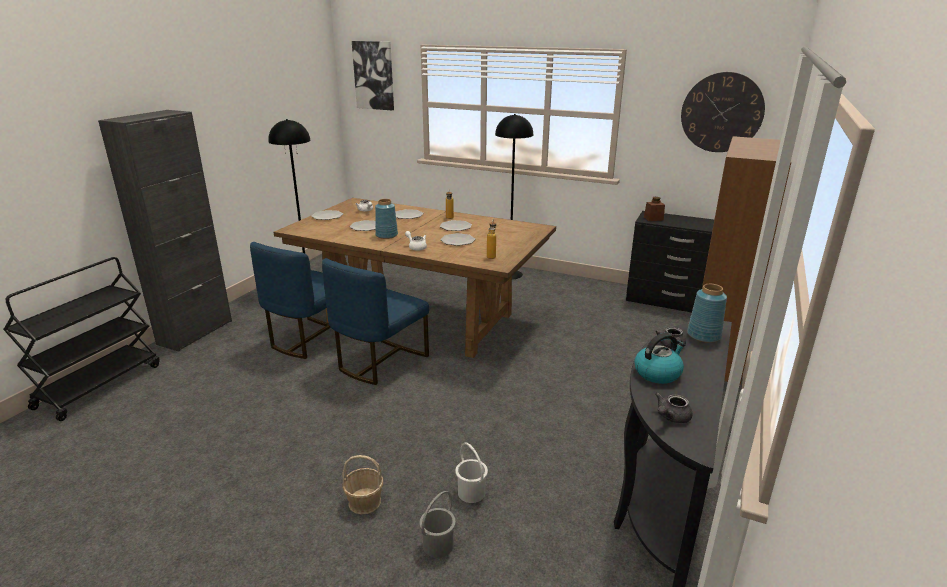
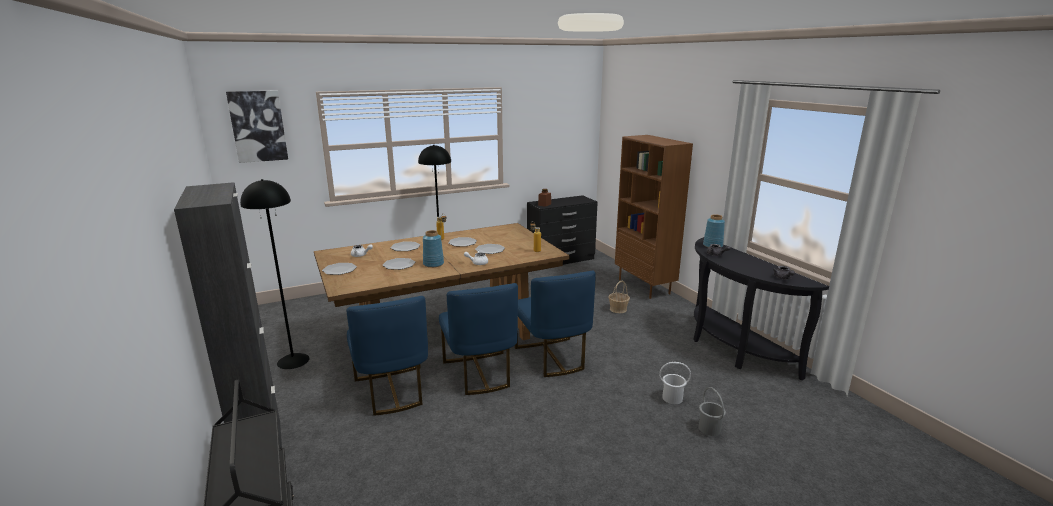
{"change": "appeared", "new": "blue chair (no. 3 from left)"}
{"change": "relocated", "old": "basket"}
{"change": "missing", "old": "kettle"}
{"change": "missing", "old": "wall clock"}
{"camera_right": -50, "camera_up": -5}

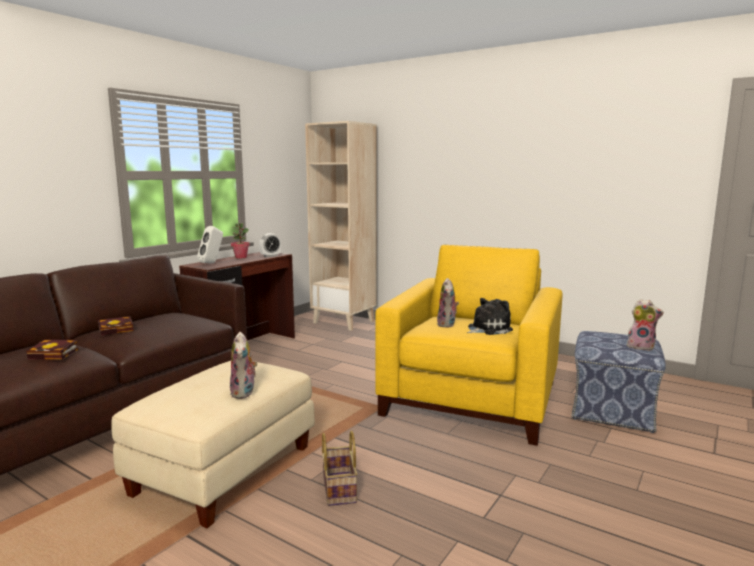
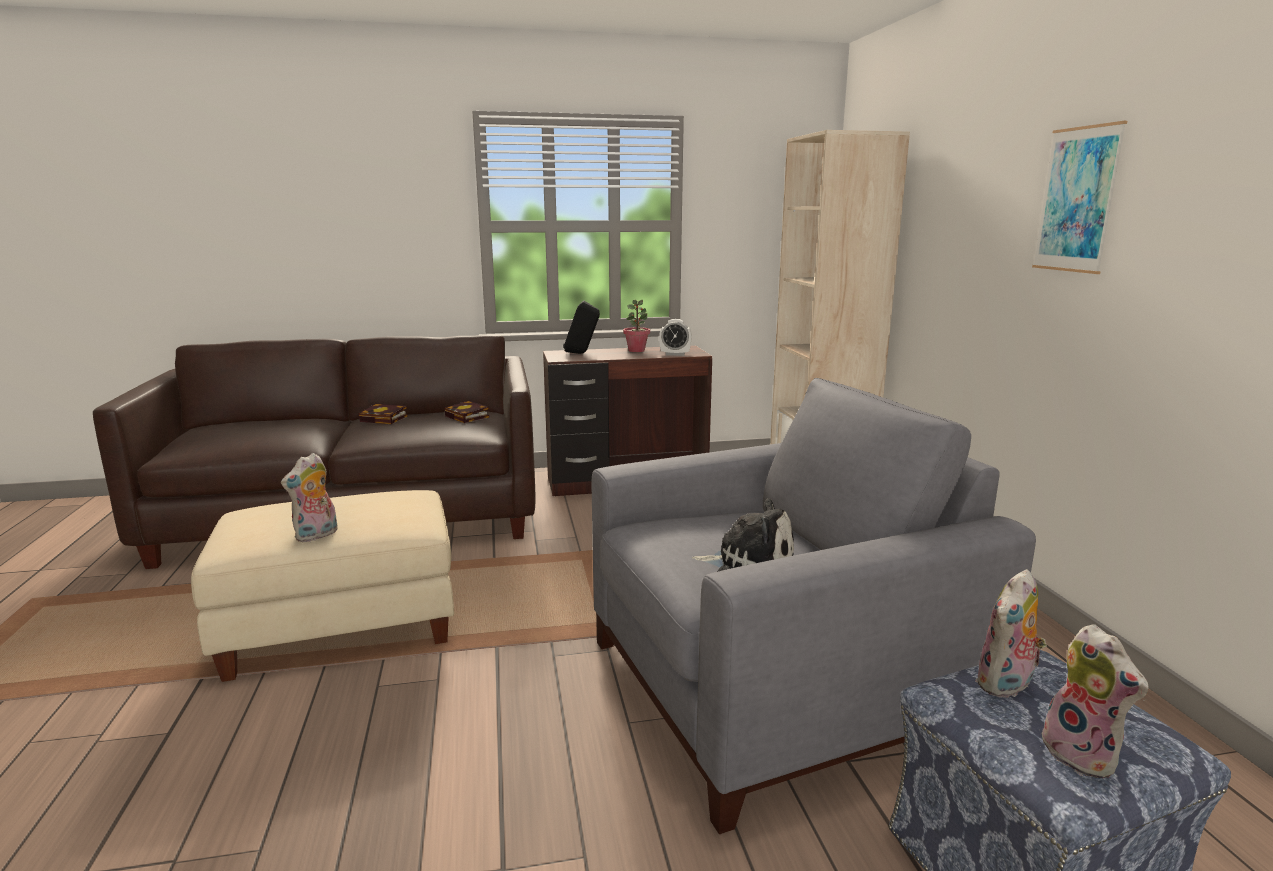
{"change": "relocated", "old": "book (no. 1 from left in the first image)", "new": "book (no. 2 from left)"}
{"change": "colour", "old": "white speaker", "new": "black speaker"}
{"change": "colour", "old": "yellow armchair", "new": "grey armchair"}
{"change": "relocated", "old": "plush toy (no. 2 from left in the first image)", "new": "plush toy (no. 3 from left)"}
{"change": "appeared", "new": "picture"}
{"change": "missing", "old": "basket"}
{"camera_right": 45, "camera_up": 5}

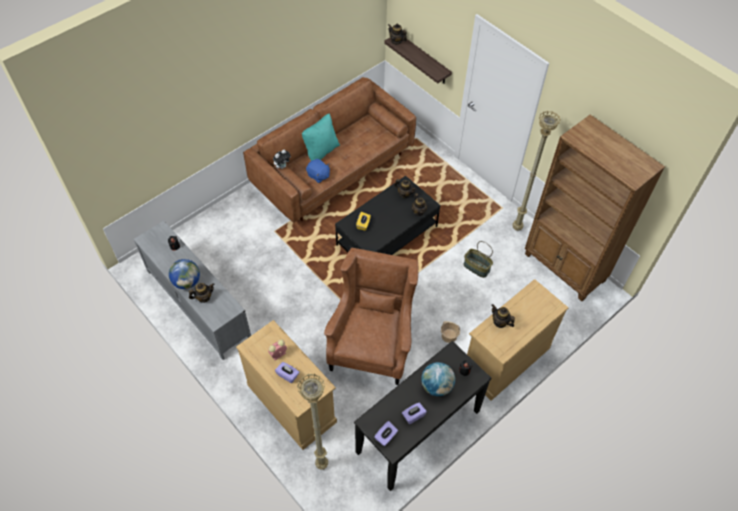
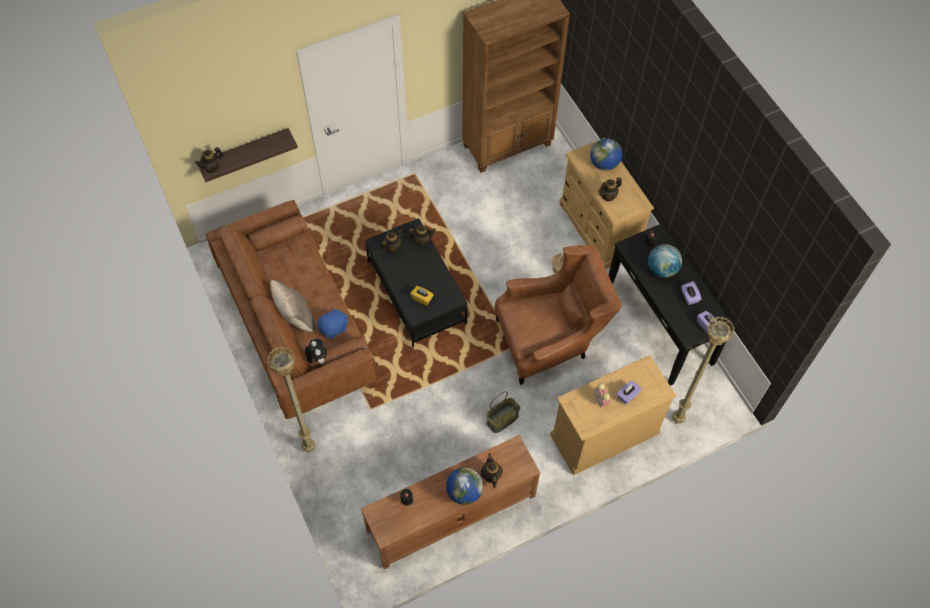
{"change": "relocated", "old": "beige floor lamp (no. 2 from left in the first image)", "new": "beige floor lamp (no. 1 from left)"}
{"change": "colour", "old": "turquoise pillow", "new": "beige pillow"}
{"change": "colour", "old": "grey tv stand", "new": "brown tv stand"}
{"change": "relocated", "old": "basket (no. 2 from left in the first image)", "new": "basket (no. 1 from left)"}
{"change": "spun", "old": "brown armchair", "degrees": 135}
{"change": "appeared", "new": "globe (no. 2 from left)"}
{"camera_right": -75, "camera_up": 5}

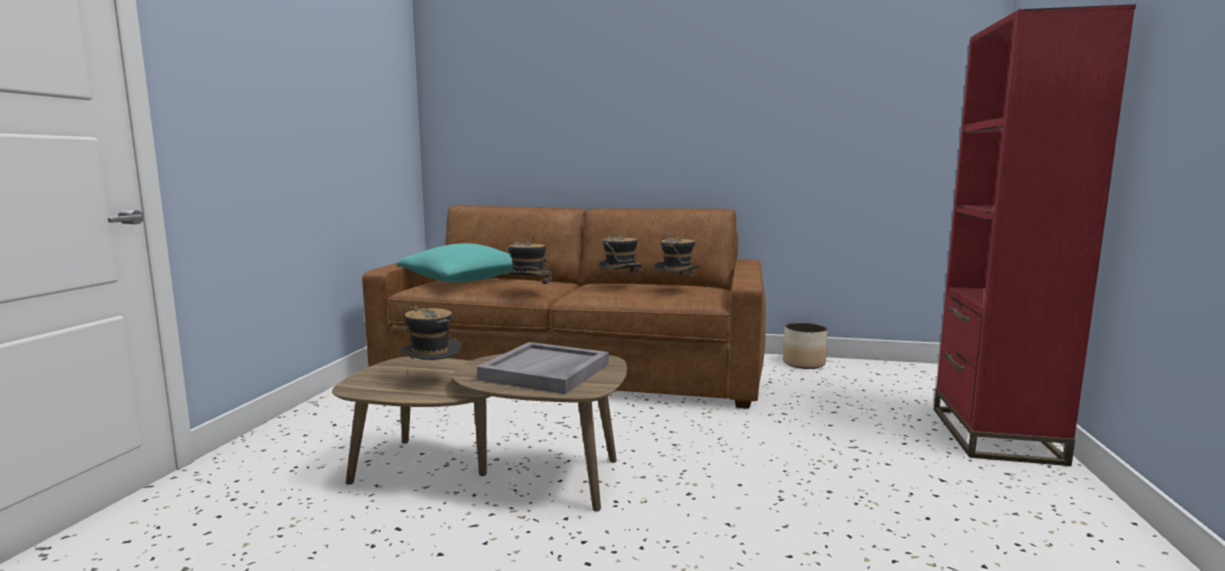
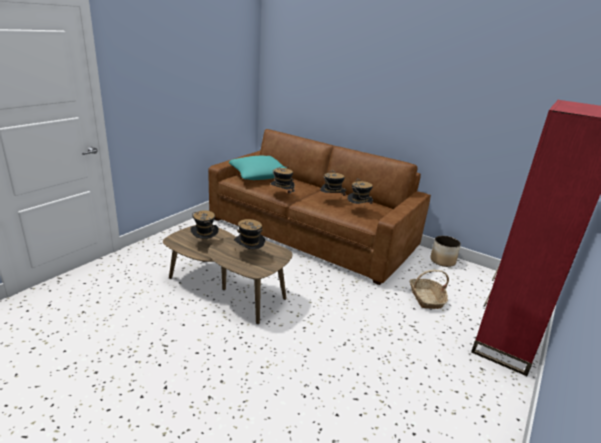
{"change": "exchanged", "old": "grey tray", "new": "hat (no. 2 from left)"}
{"change": "appeared", "new": "basket"}
{"camera_right": 20, "camera_up": 15}

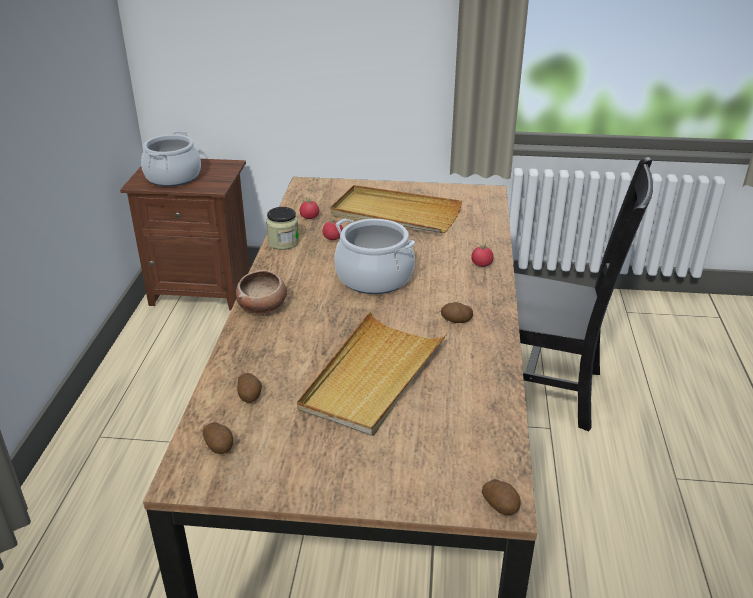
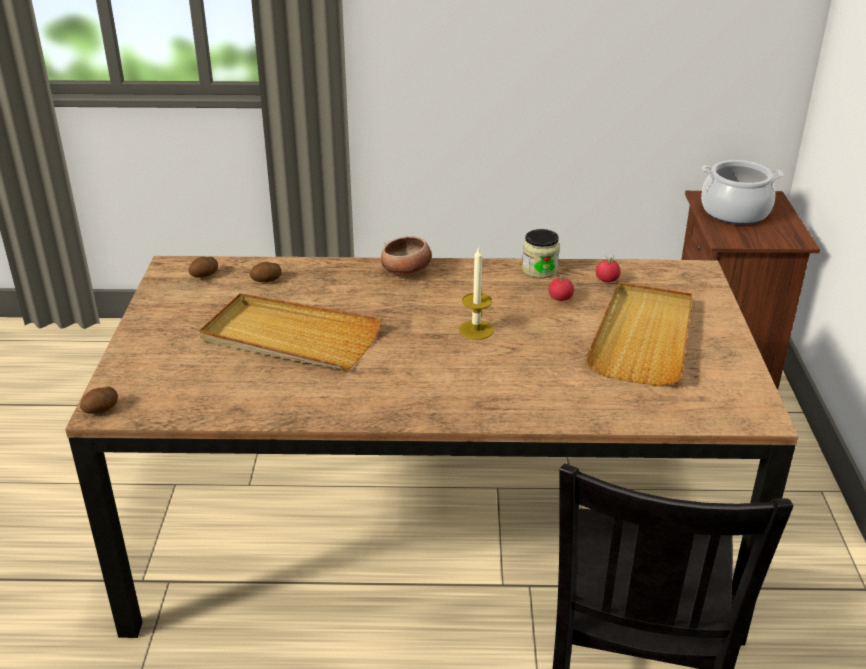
{"change": "exchanged", "old": "cooking pot (no. 2 from left)", "new": "candle"}
{"change": "missing", "old": "potato (no. 3 from left)"}
{"change": "missing", "old": "tomato (no. 3 from left)"}
{"camera_right": 85, "camera_up": 0}

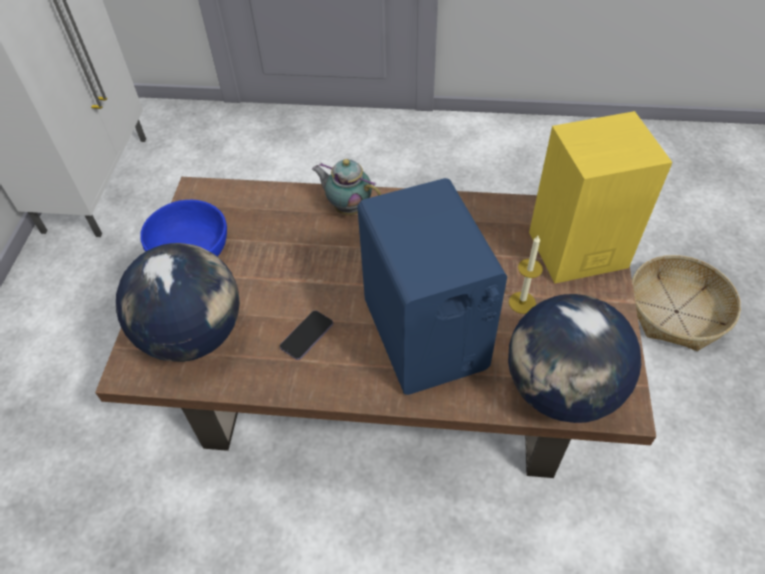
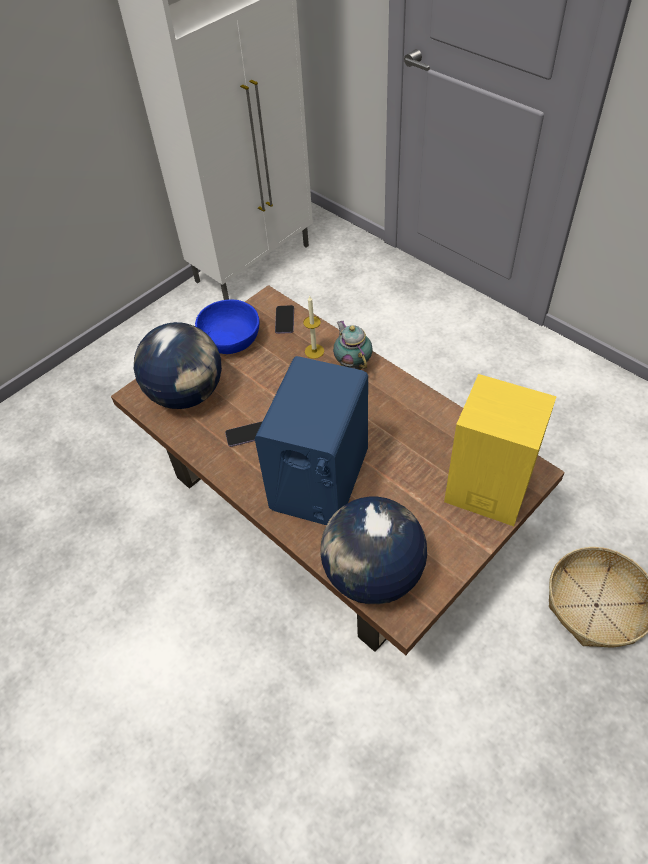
{"change": "appeared", "new": "phone (no. 2 from left)"}
{"change": "relocated", "old": "candle"}
{"camera_right": 40, "camera_up": 0}

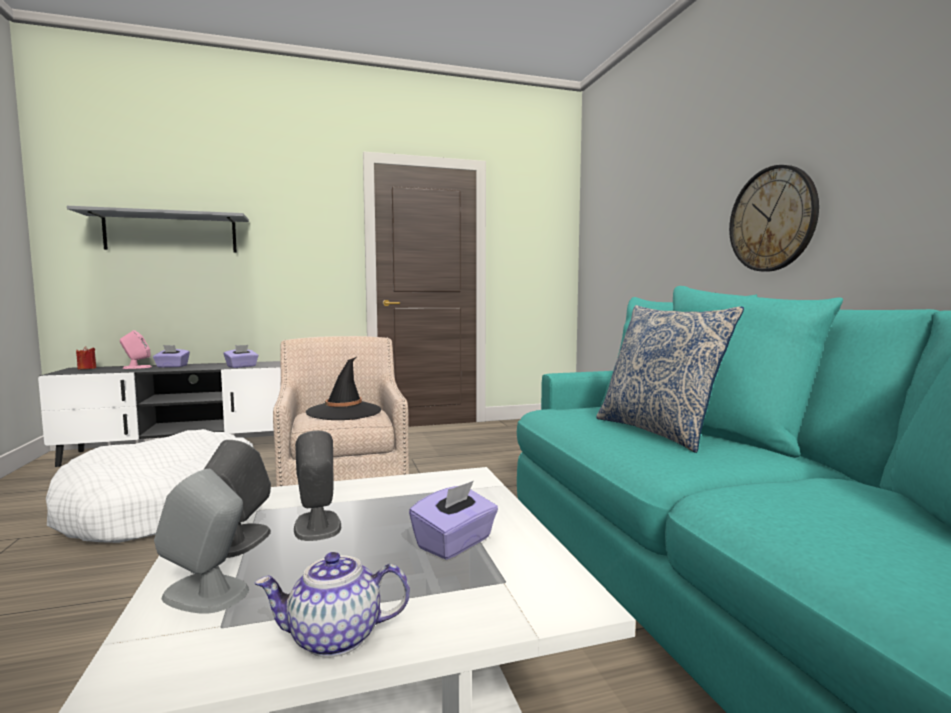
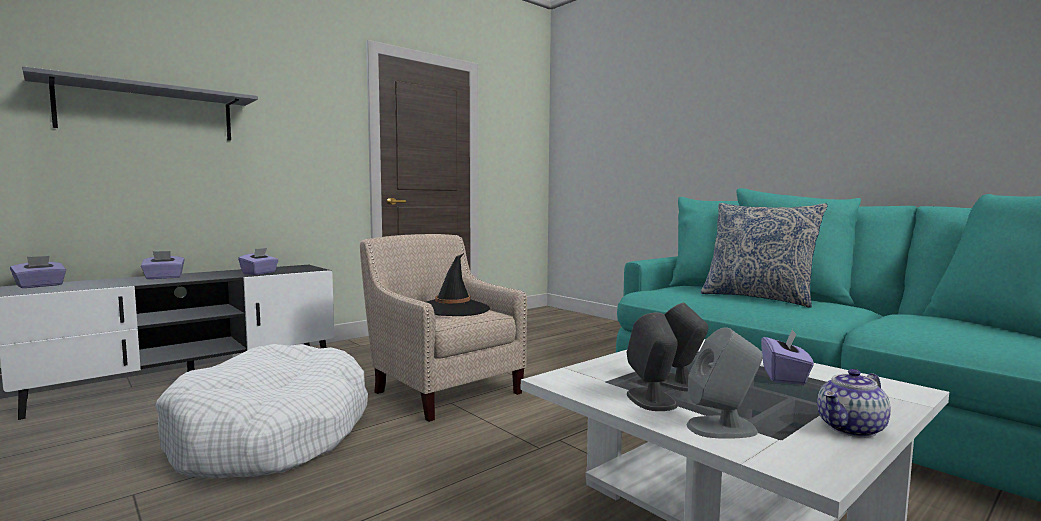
{"change": "exchanged", "old": "red candle", "new": "purple tissue box (no. 1 from left)"}
{"change": "missing", "old": "pink speaker"}
{"change": "missing", "old": "wall clock"}
{"camera_right": -25, "camera_up": 0}

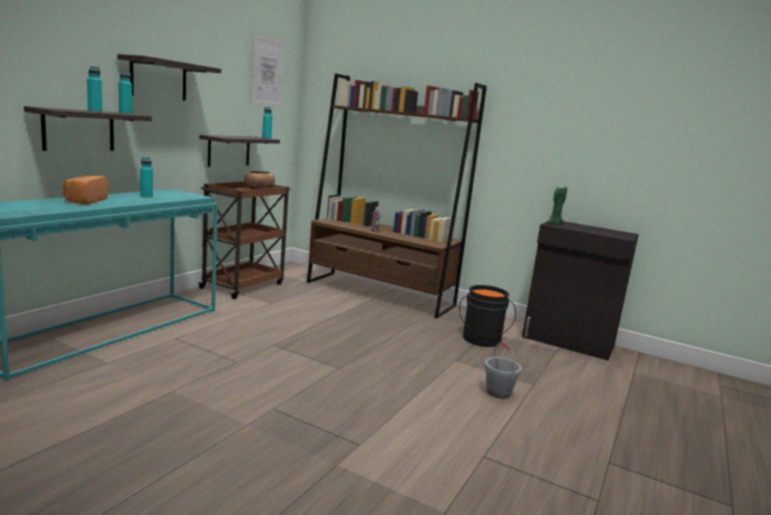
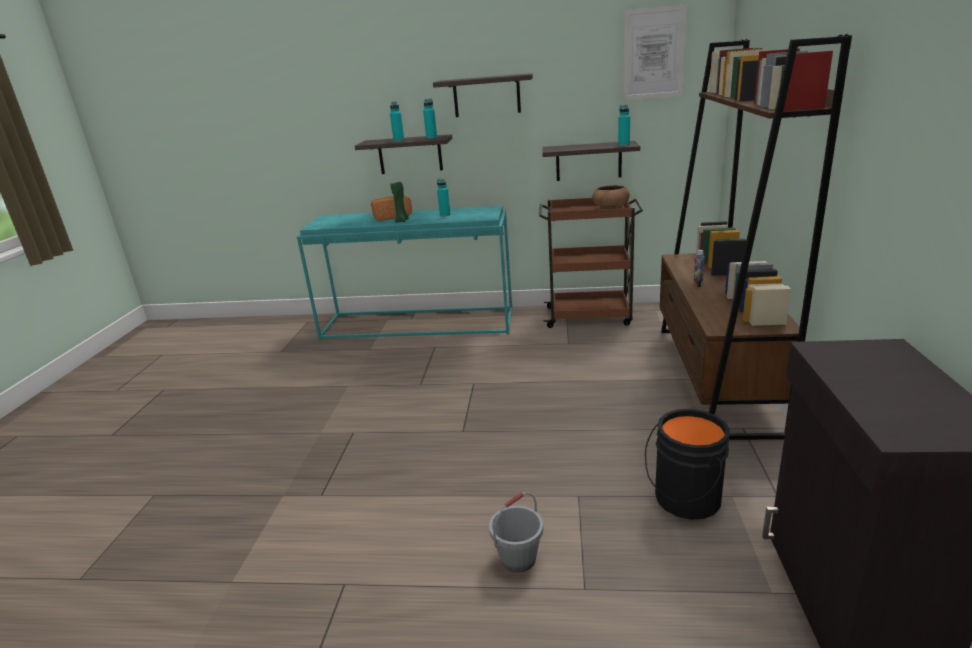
{"change": "relocated", "old": "green candle"}
{"camera_right": 70, "camera_up": 10}

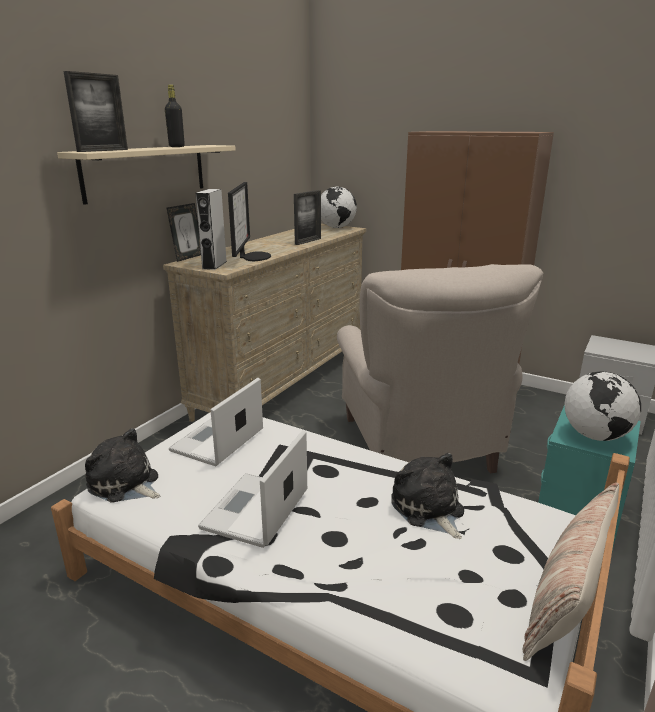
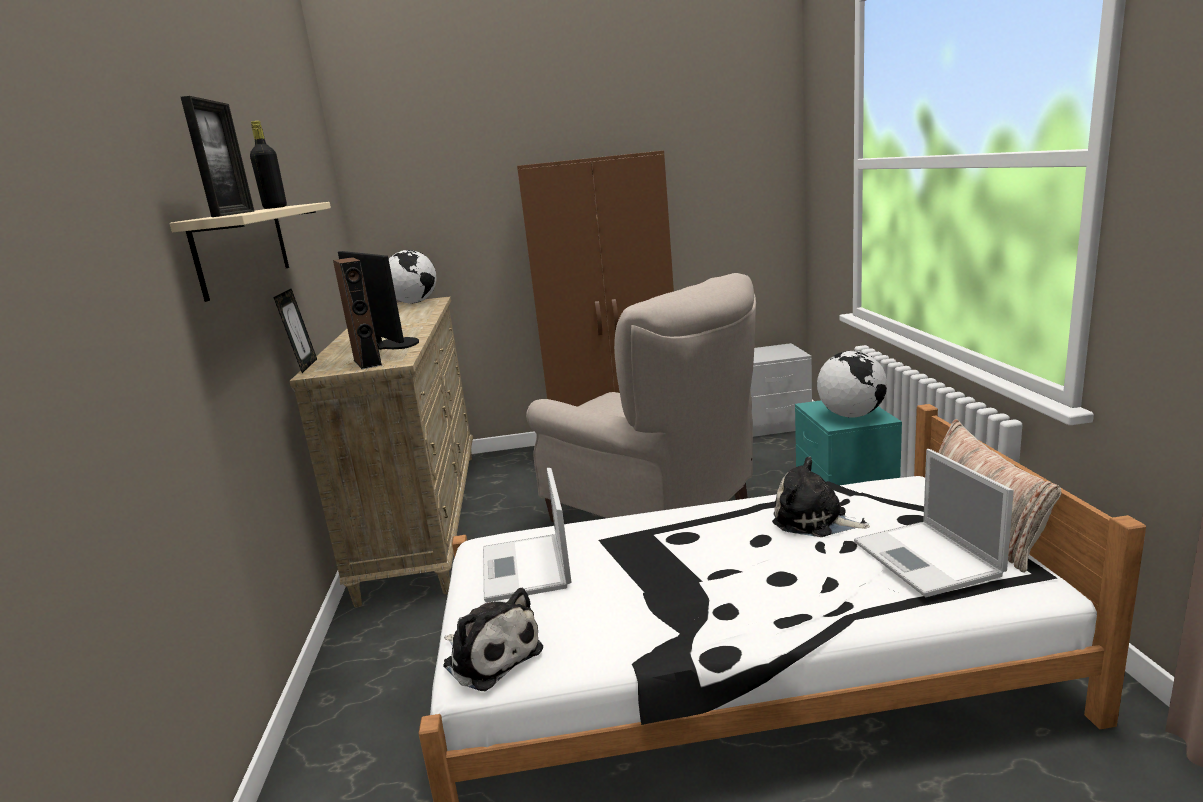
{"change": "colour", "old": "grey speaker", "new": "brown speaker"}
{"change": "spun", "old": "plush toy (no. 1 from left)", "degrees": -135}
{"change": "relocated", "old": "laptop (no. 2 from left)"}
{"change": "missing", "old": "picture frame (no. 3 from left)"}
{"camera_right": -35, "camera_up": -5}

